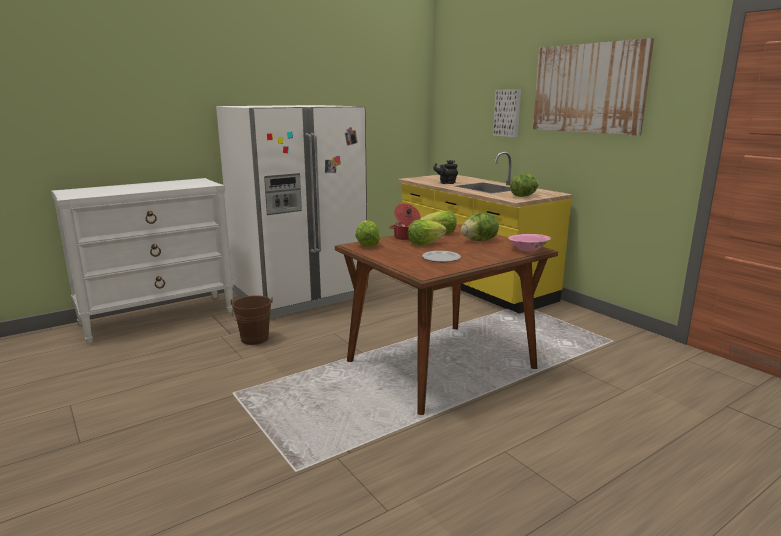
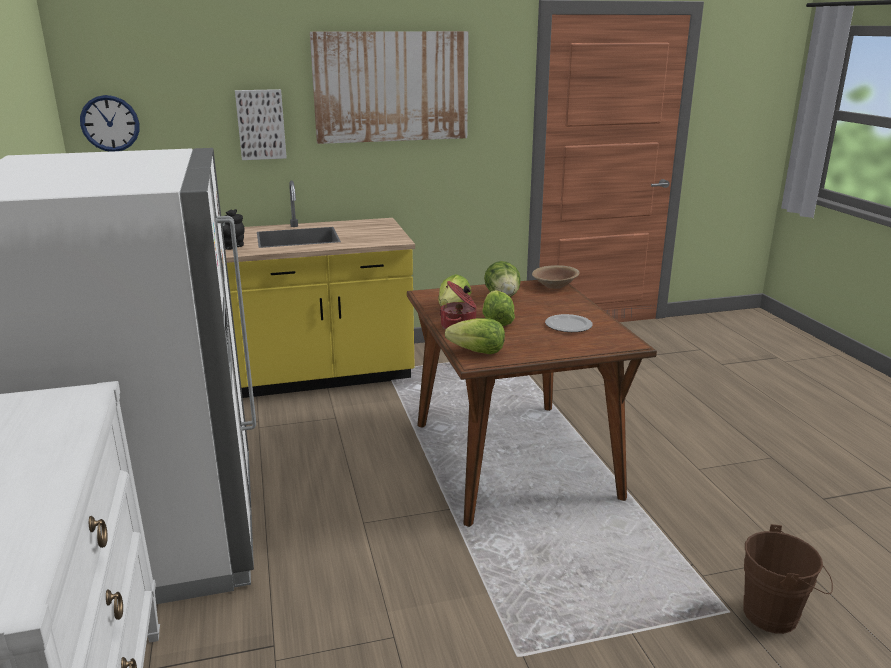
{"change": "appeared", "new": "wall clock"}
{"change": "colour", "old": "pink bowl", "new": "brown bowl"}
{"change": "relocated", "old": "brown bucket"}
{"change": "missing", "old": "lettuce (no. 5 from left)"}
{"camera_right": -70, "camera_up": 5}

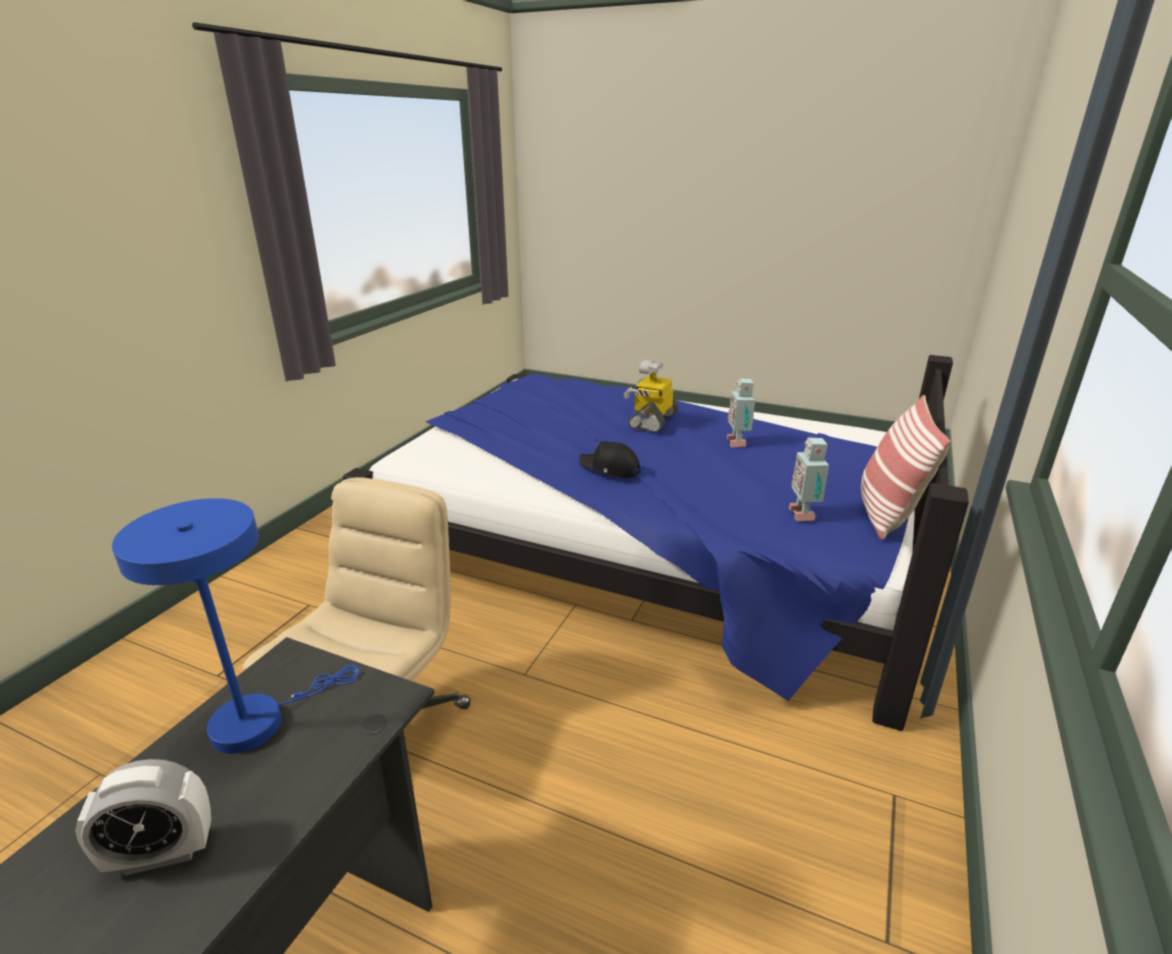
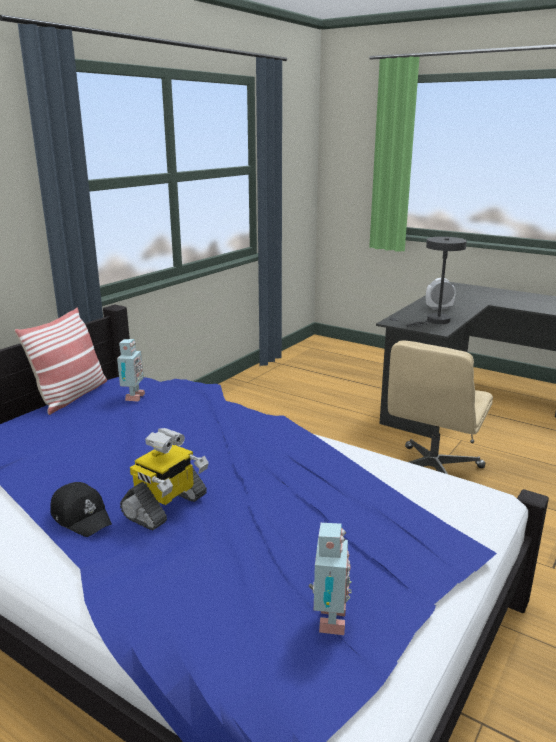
{"change": "relocated", "old": "black cap"}
{"change": "relocated", "old": "toy robot (no. 2 from left in the first image)", "new": "toy robot (no. 3 from left)"}
{"change": "colour", "old": "blue table lamp", "new": "grey table lamp"}
{"camera_right": -170, "camera_up": -5}

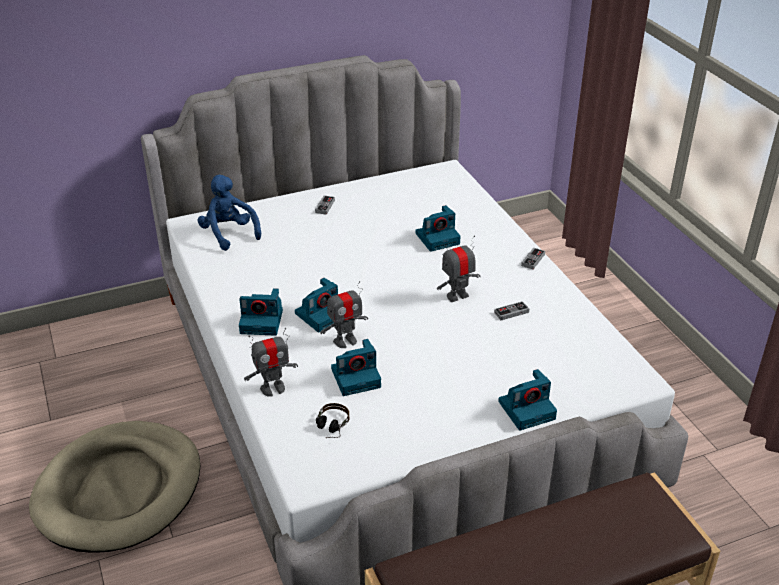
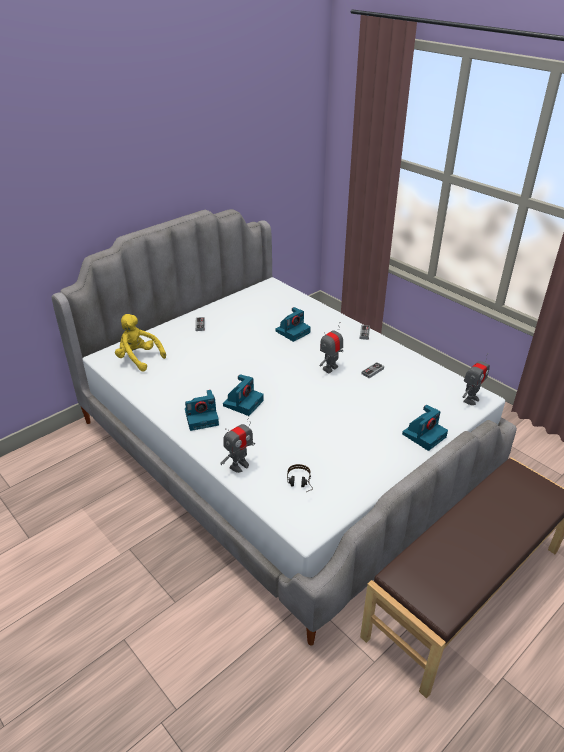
{"change": "colour", "old": "blue plush toy", "new": "yellow plush toy"}
{"change": "relocated", "old": "toy robot (no. 2 from left in the first image)", "new": "toy robot (no. 3 from left)"}
{"change": "missing", "old": "beige dog bed"}
{"change": "missing", "old": "photo camera (no. 3 from left)"}
{"camera_right": -20, "camera_up": 0}

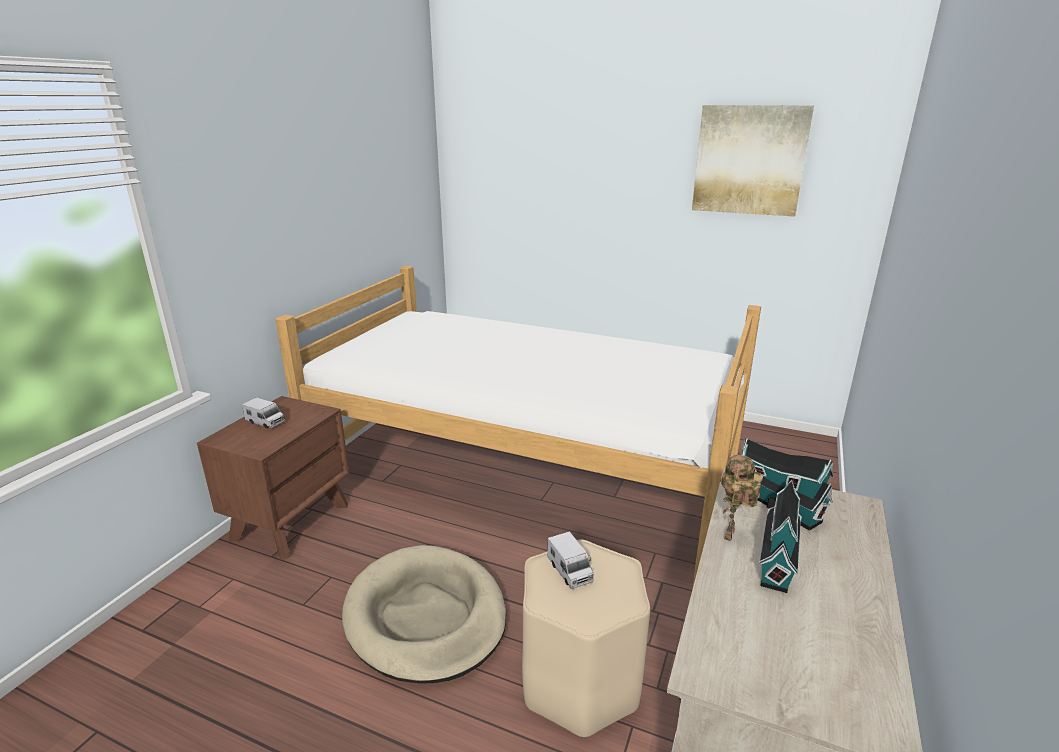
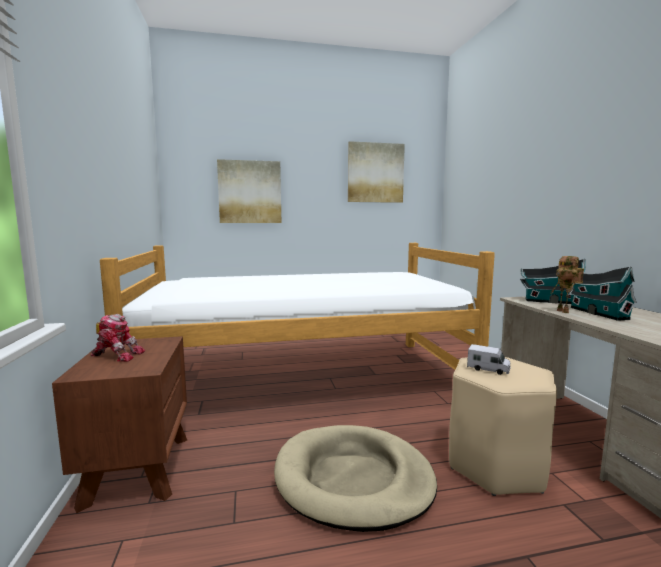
{"change": "exchanged", "old": "toy truck (no. 1 from left)", "new": "toy robot (no. 1 from left)"}
{"change": "appeared", "new": "picture (no. 1 from left)"}
{"camera_right": -35, "camera_up": -15}

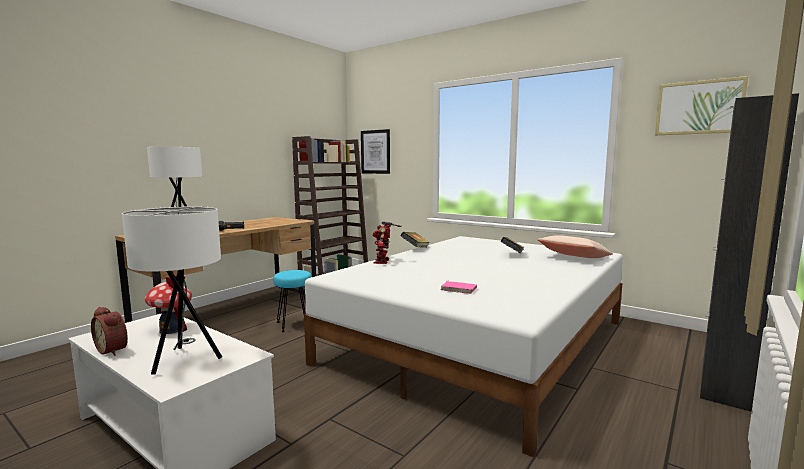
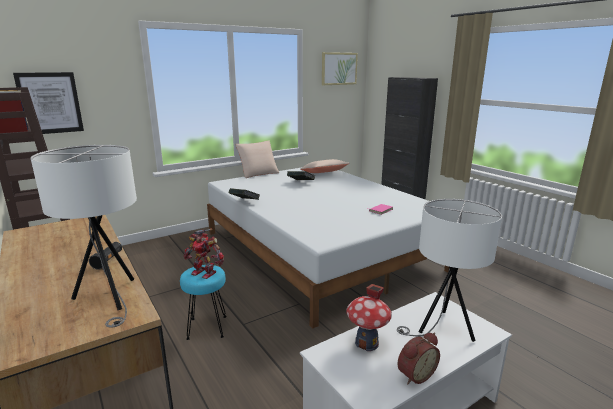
{"change": "relocated", "old": "toy robot"}
{"change": "appeared", "new": "beige pillow (no. 1 from left)"}
{"camera_right": -70, "camera_up": 10}

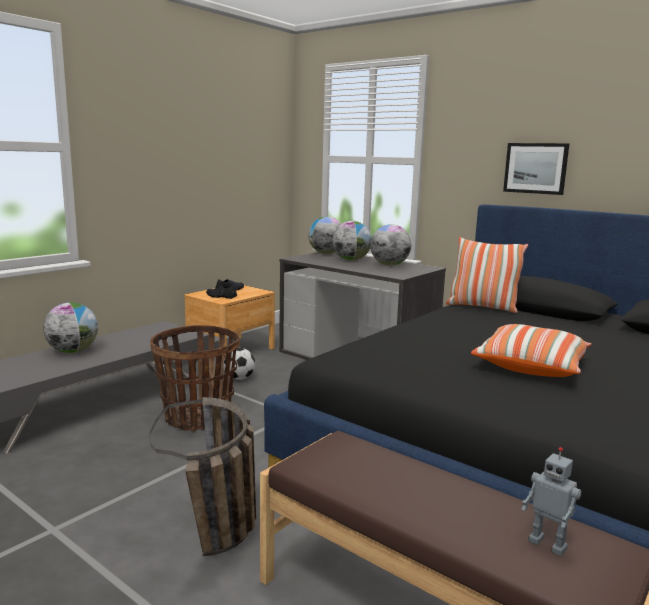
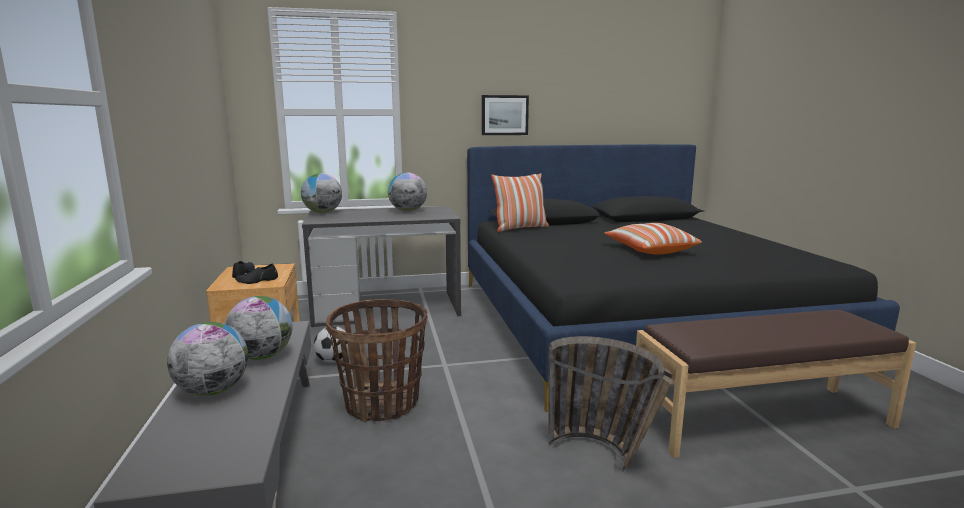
{"change": "relocated", "old": "globe (no. 3 from left in the first image)", "new": "globe (no. 2 from left)"}
{"change": "missing", "old": "toy robot"}
{"camera_right": -50, "camera_up": 0}

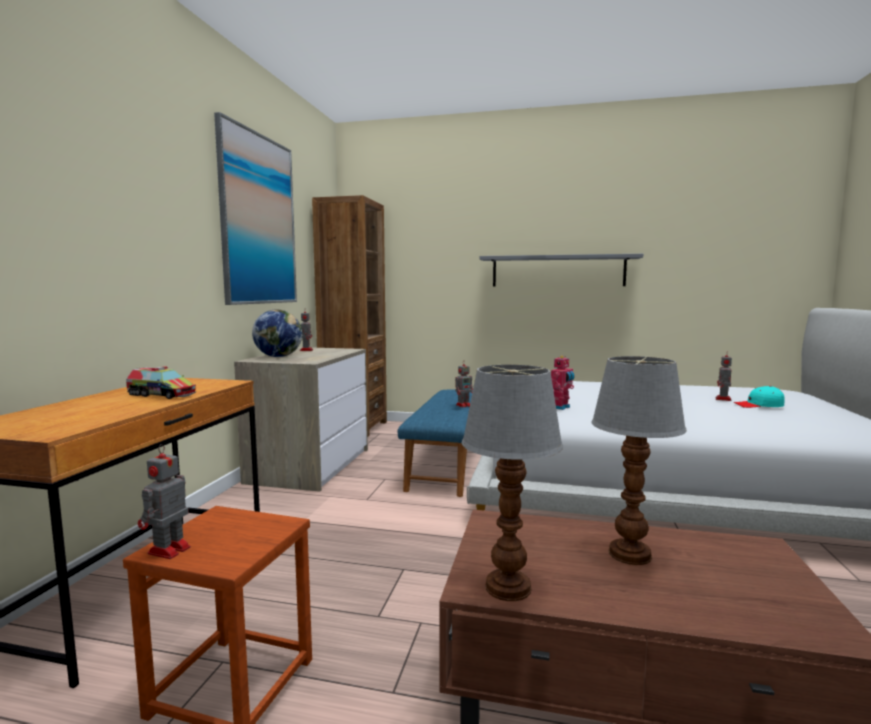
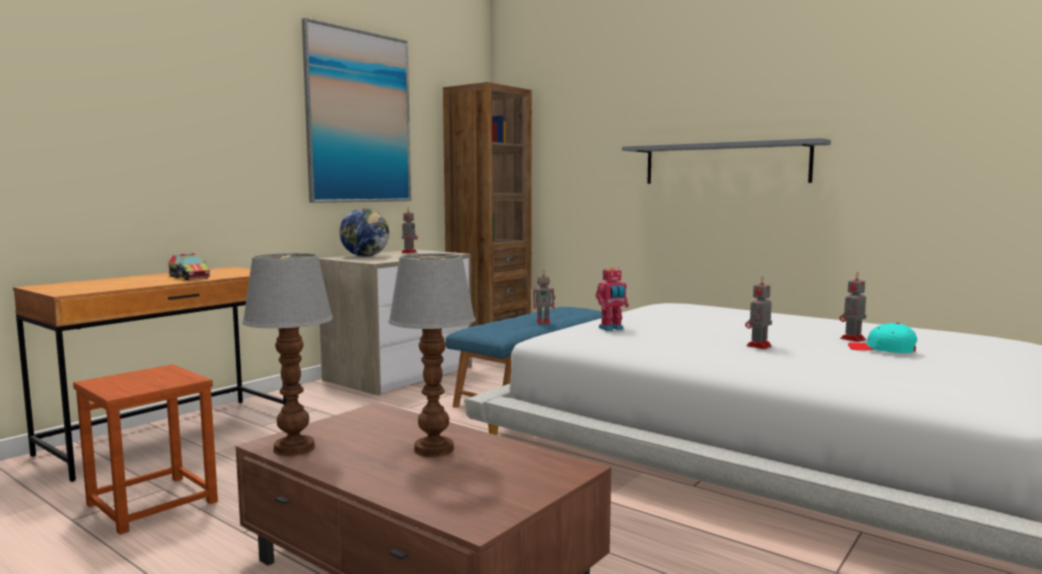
{"change": "relocated", "old": "toy robot (no. 1 from left in the first image)", "new": "toy robot (no. 4 from left)"}
{"camera_right": 25, "camera_up": 0}

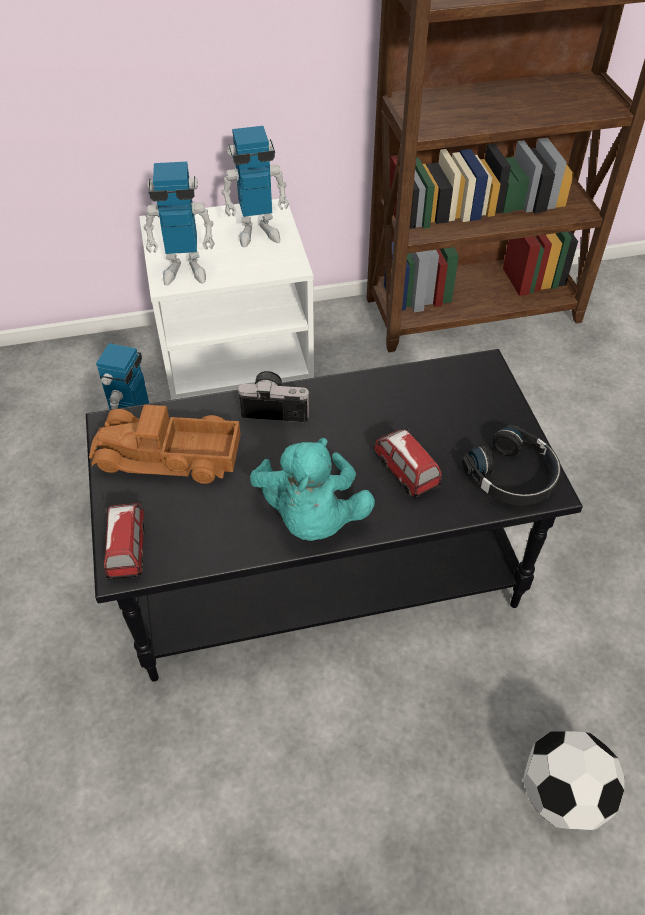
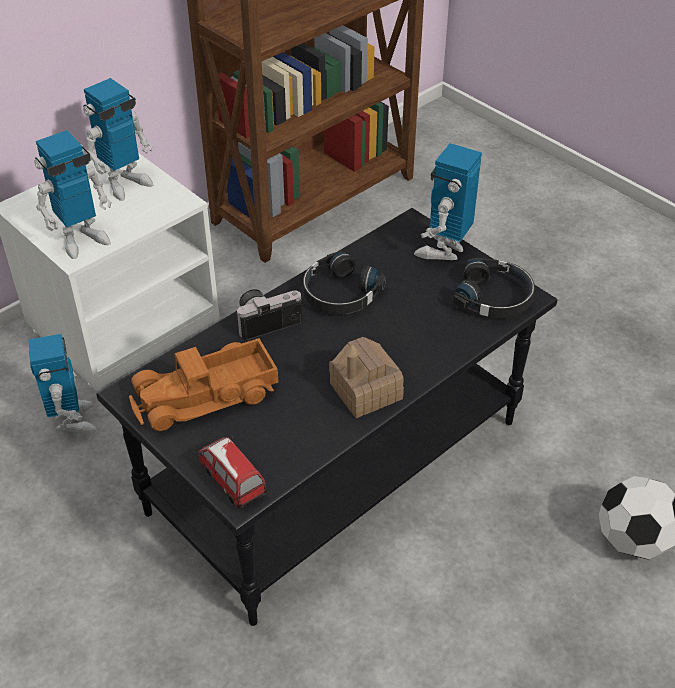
{"change": "appeared", "new": "black headphones (no. 1 from left)"}
{"change": "exchanged", "old": "turquoise plush toy", "new": "toy house"}
{"change": "appeared", "new": "toy robot (no. 4 from left)"}
{"change": "missing", "old": "toy car (no. 2 from left)"}
{"camera_right": -30, "camera_up": -5}

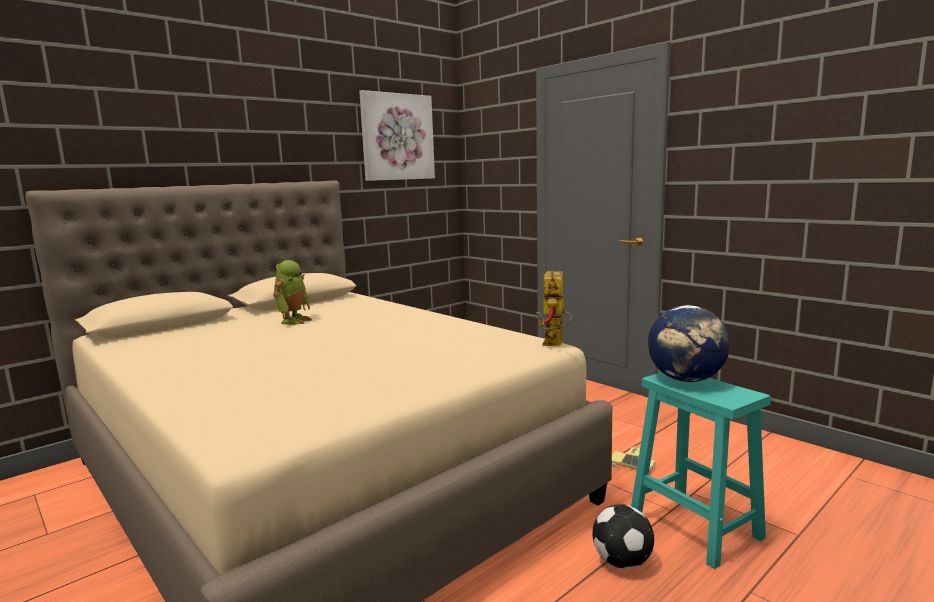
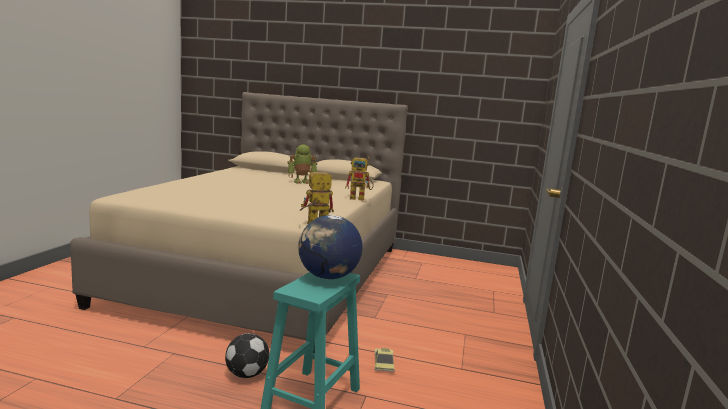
{"change": "appeared", "new": "toy robot (no. 3 from left)"}
{"change": "missing", "old": "picture"}
{"camera_right": 55, "camera_up": 0}

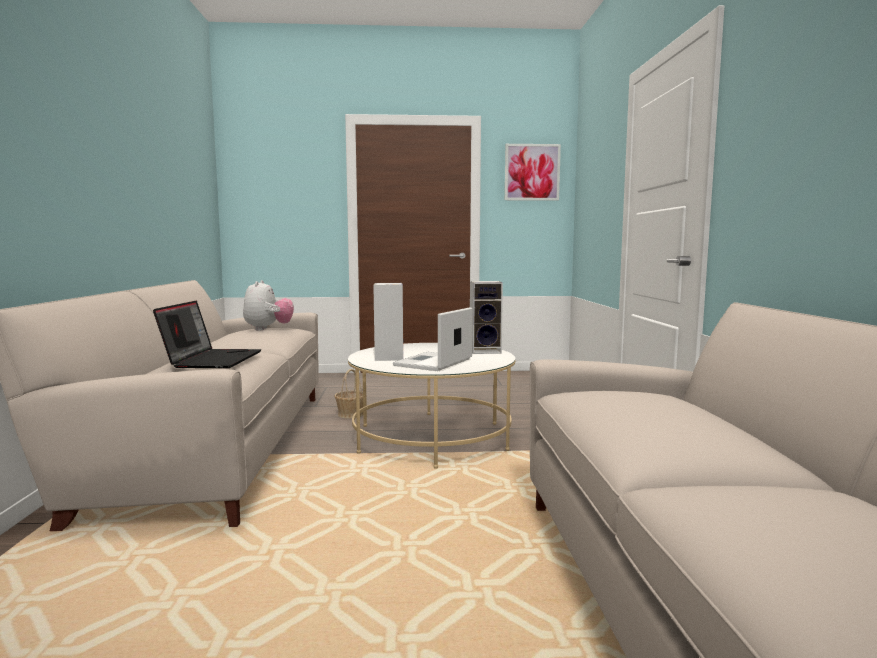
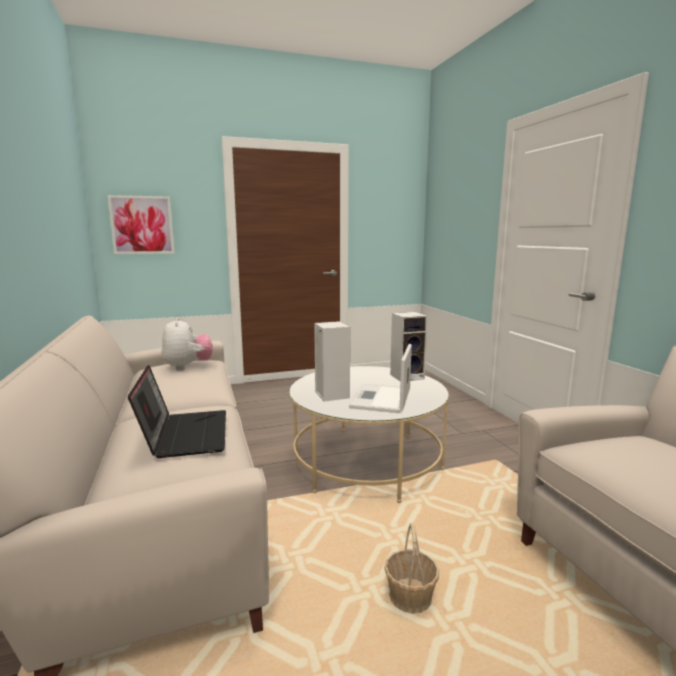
{"change": "relocated", "old": "picture"}
{"change": "relocated", "old": "basket"}
{"camera_right": -15, "camera_up": 5}

